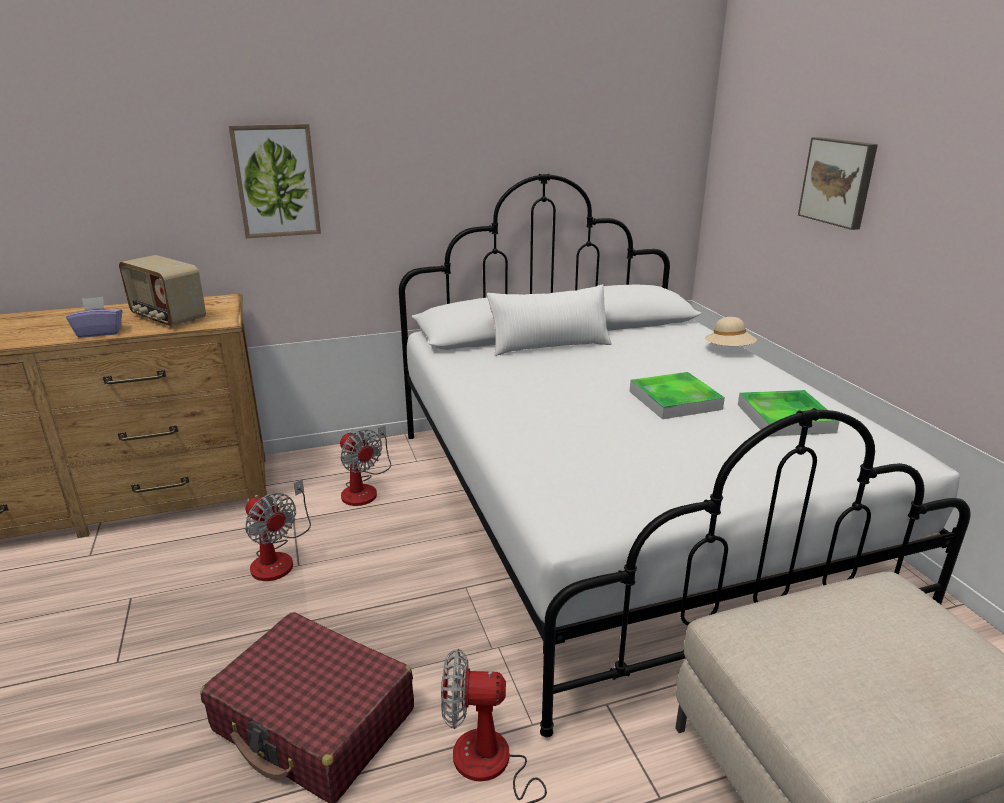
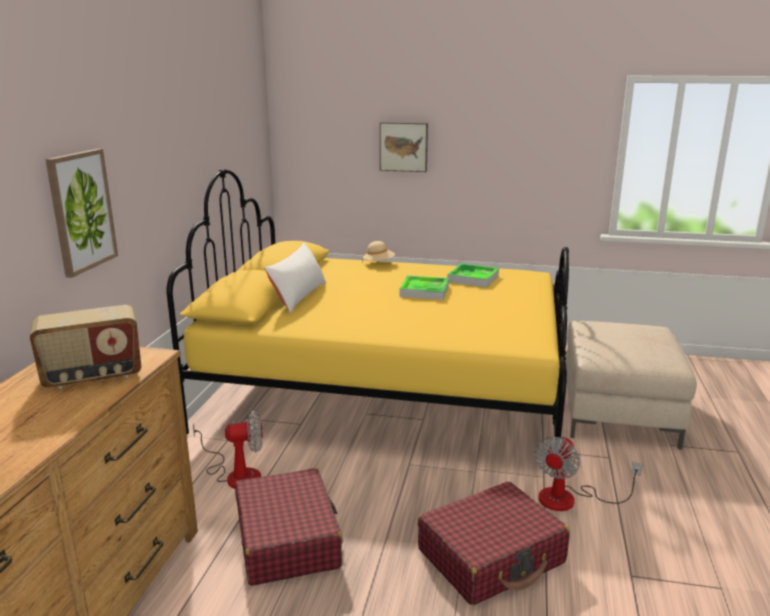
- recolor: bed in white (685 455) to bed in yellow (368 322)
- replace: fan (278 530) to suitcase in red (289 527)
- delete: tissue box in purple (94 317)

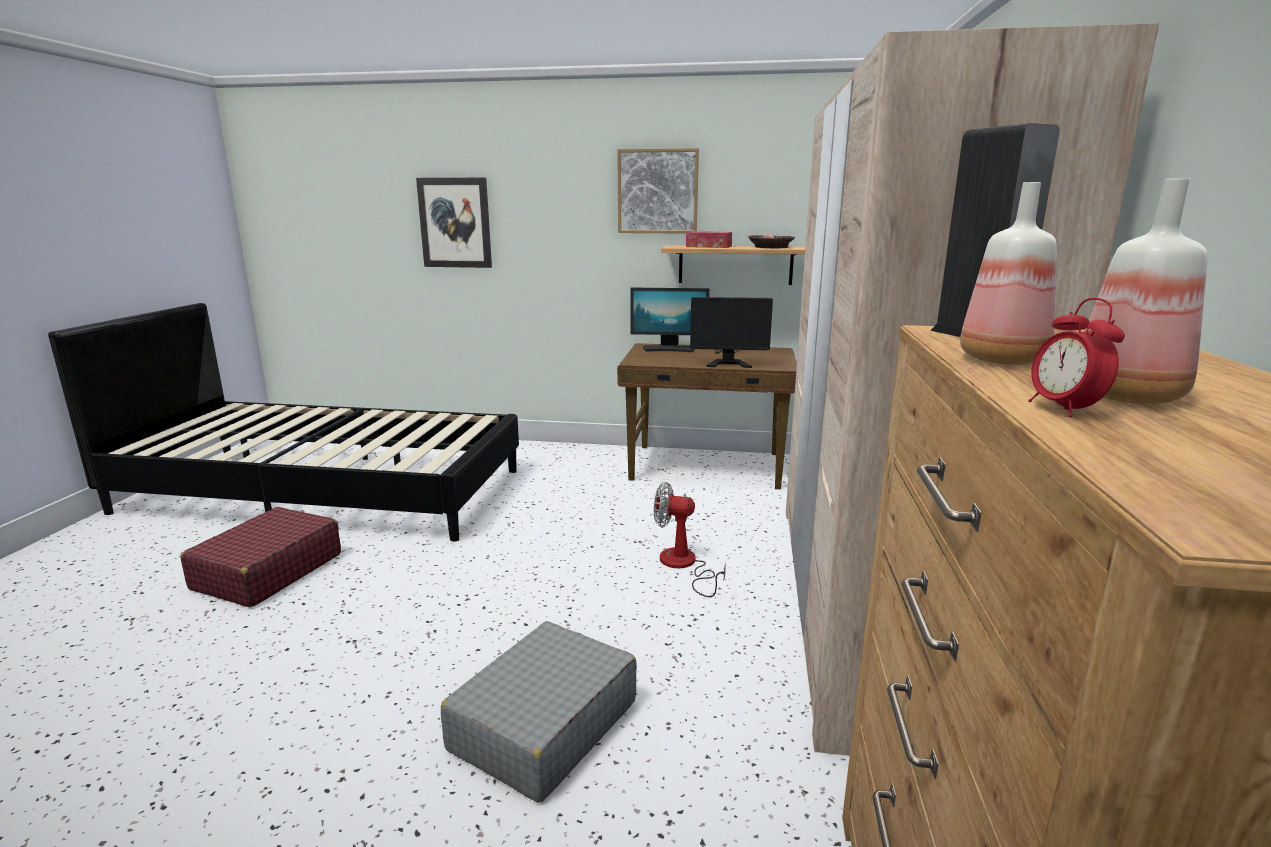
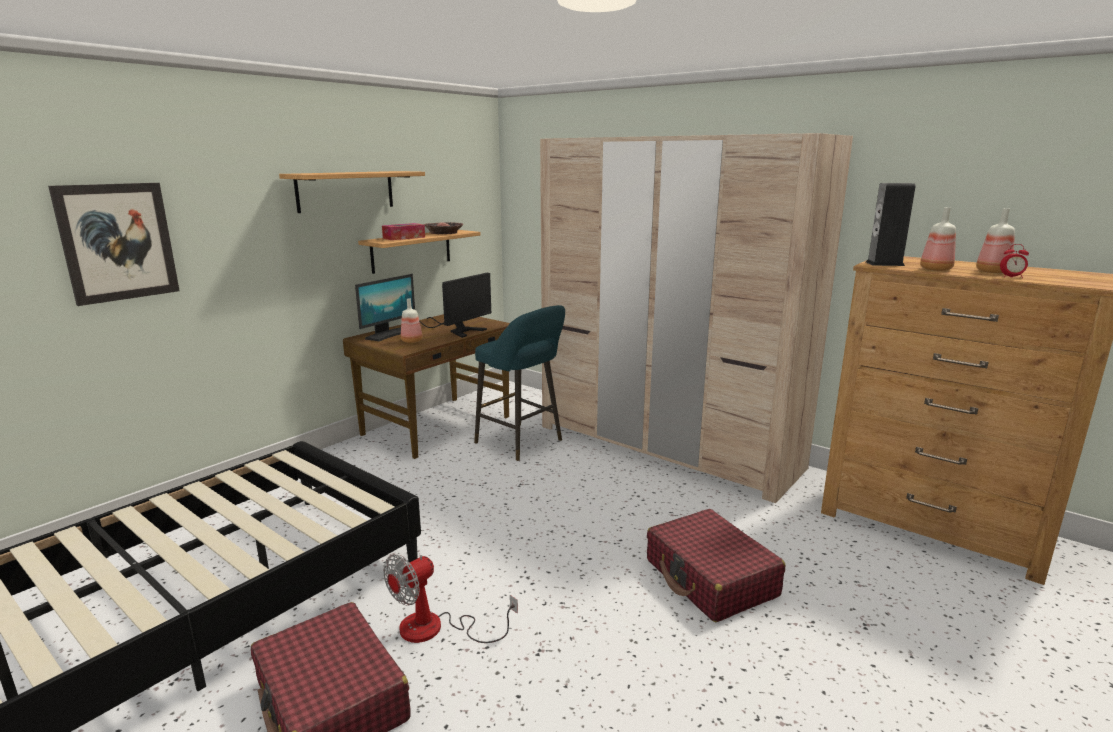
- replace: picture (658 191) to shelf (352 192)
- move: fan (690 539) to (450 598)
- insert: bottle (411 321)
- insert: stool in turquoise (519 383)
- recolor: suitcase in grey (539 712) to suitcase in red (716 565)

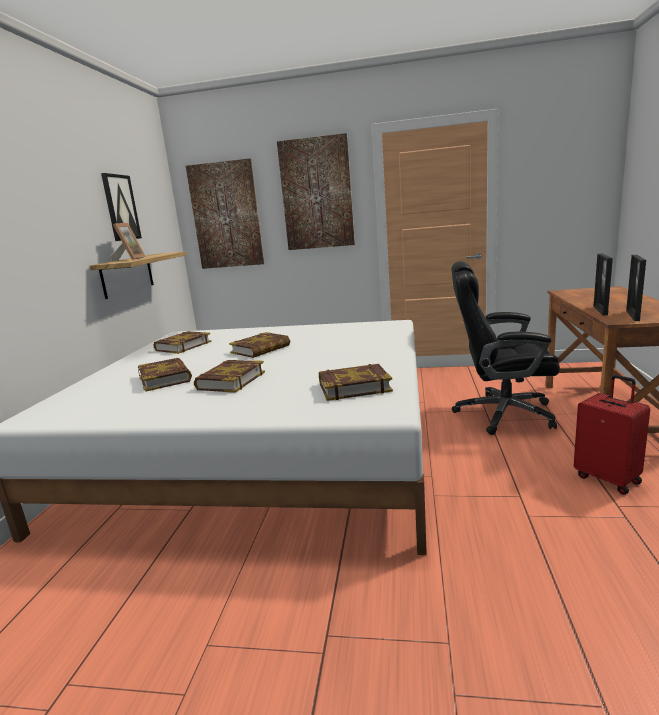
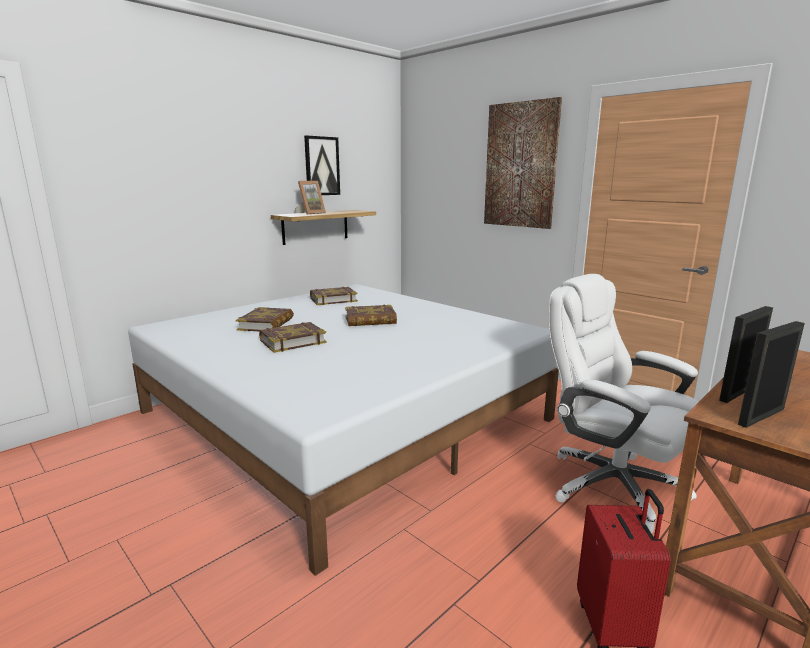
- recolor: office chair in black (506 348) to office chair in white (623 403)
- delete: picture (225 213)
- delete: book (356 382)

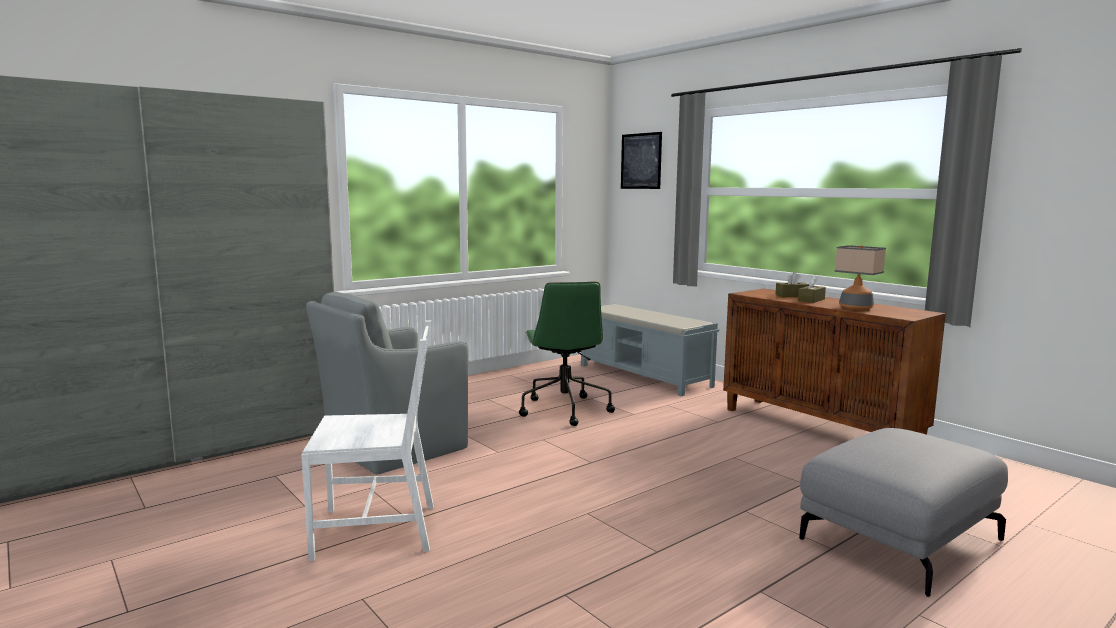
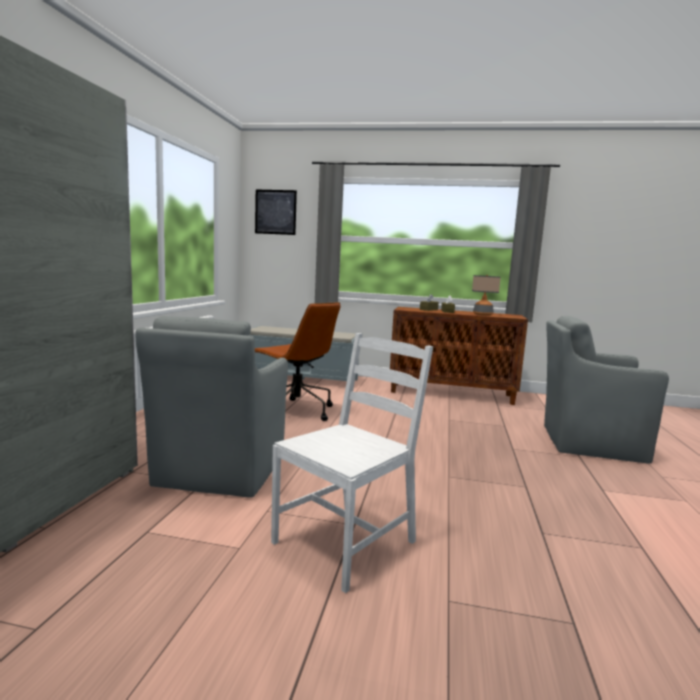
- recolor: office chair in green (567 354) to office chair in brown (297 361)
- replace: ottoman in grey (903 512) to armchair in grey (606 390)

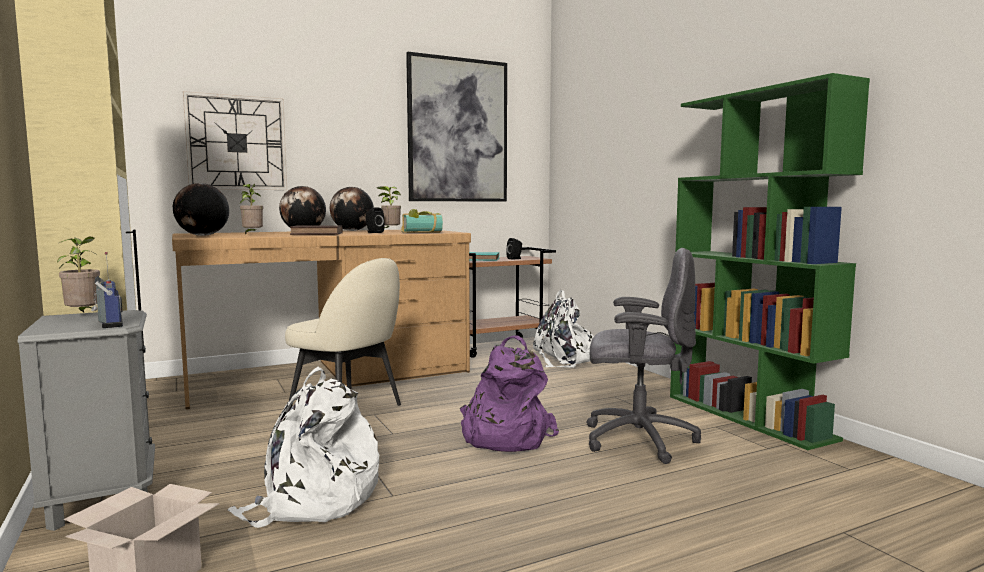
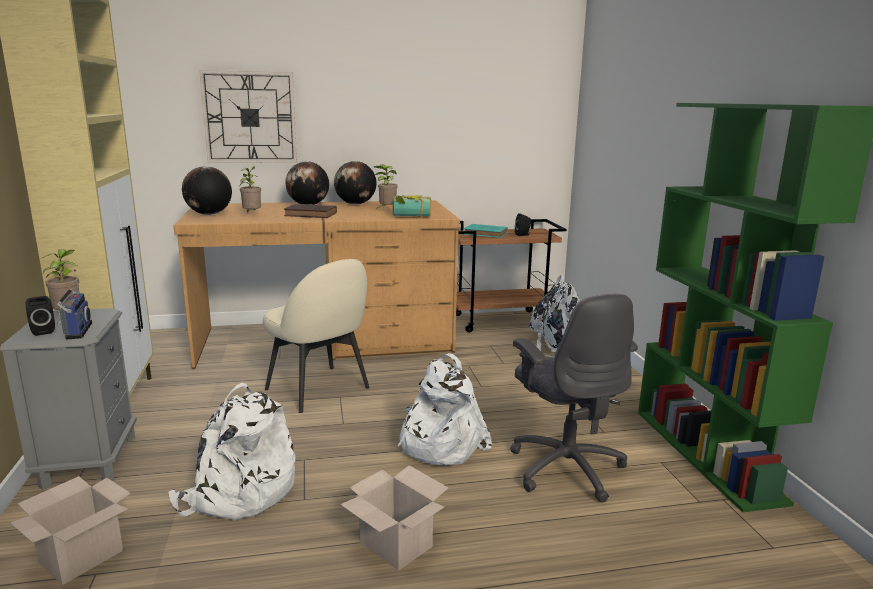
- move: speaker in black (375 220) to (40 316)
- insert: cardboard box (394 518)
- recolor: backpack in purple (509 393) to backpack in white (444 409)
- rotate: office chair in grey (643 356) = (574 398) 45 degrees clockwise
- delete: picture (456 127)

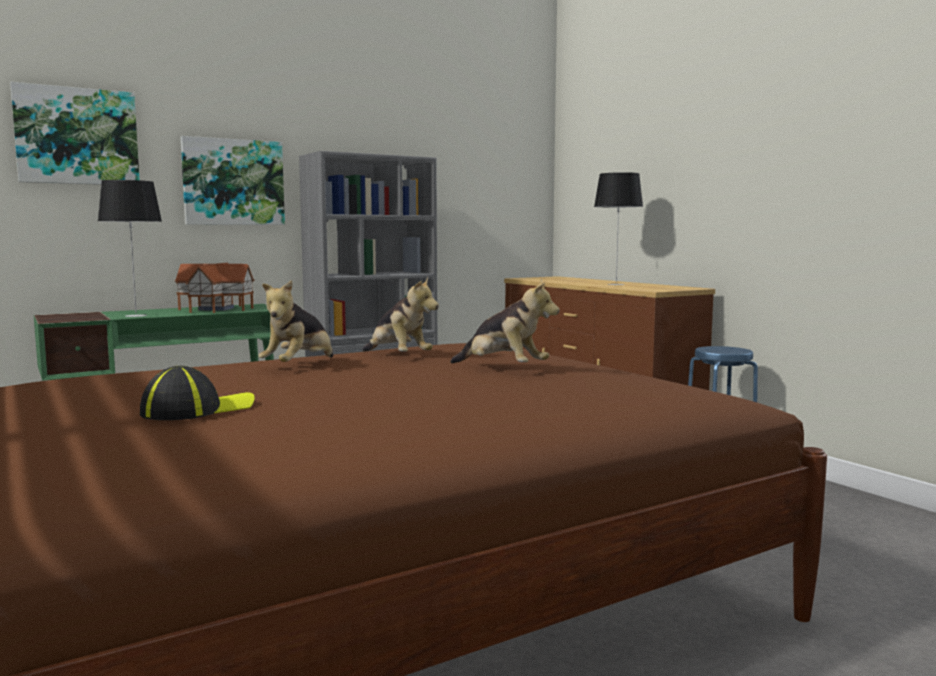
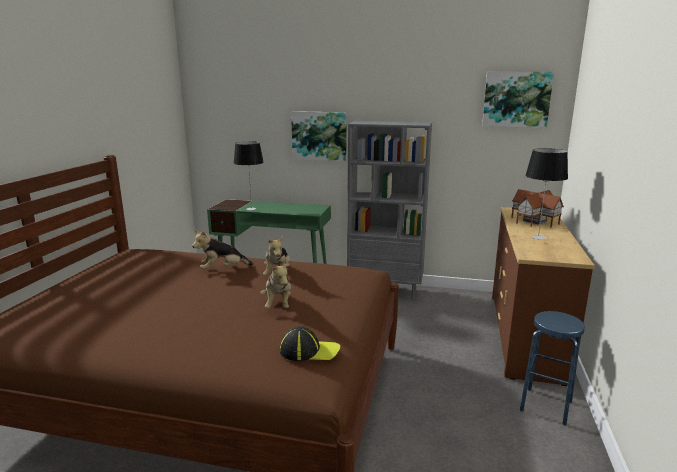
- move: cap (197 392) to (310 343)
- move: picture (74 133) to (518 100)
- move: toy house (214 287) to (537 208)

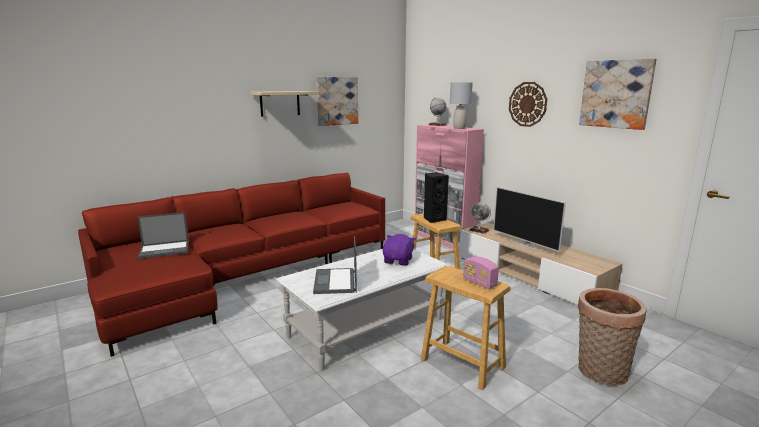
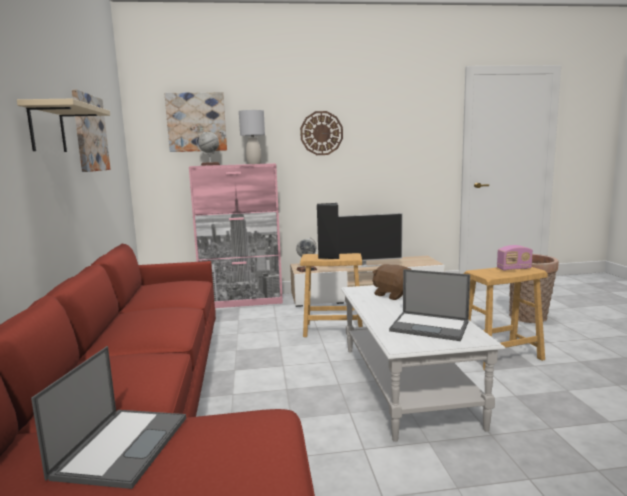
- move: picture (618 94) to (196 122)
- recolor: plush toy in purple (399 250) to plush toy in brown (392 282)

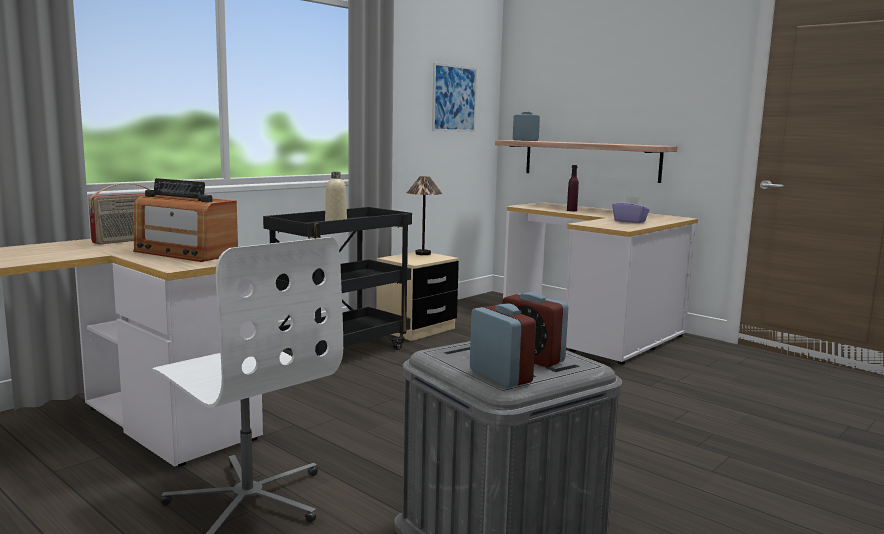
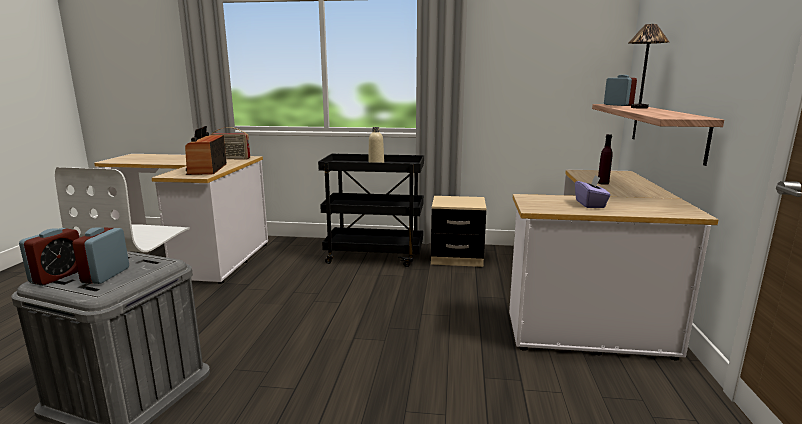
- move: table lamp (424 215) to (649 66)
- delete: picture (454 97)

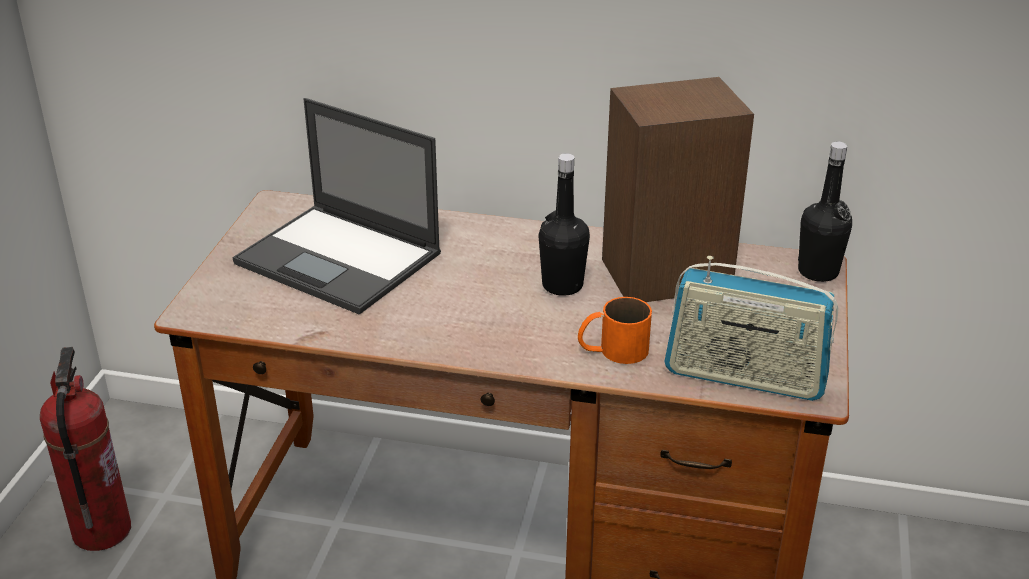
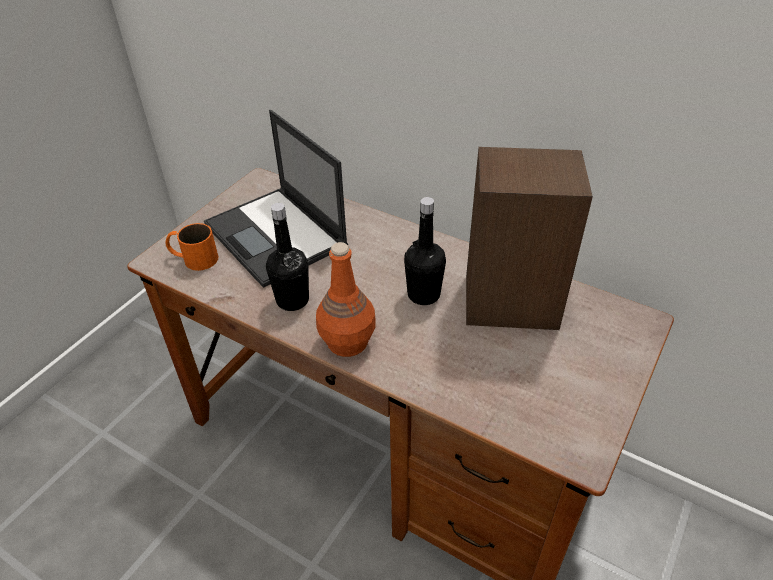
- move: mug in orange (615 330) to (192 247)
- move: bottle in black (825 211) to (287 257)
- insert: bottle in orange (346 299)
- delete: fire extinguisher (85 449)
- delete: radio (751 328)

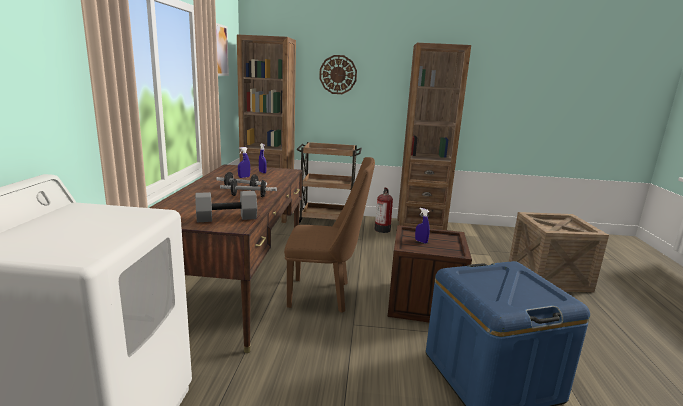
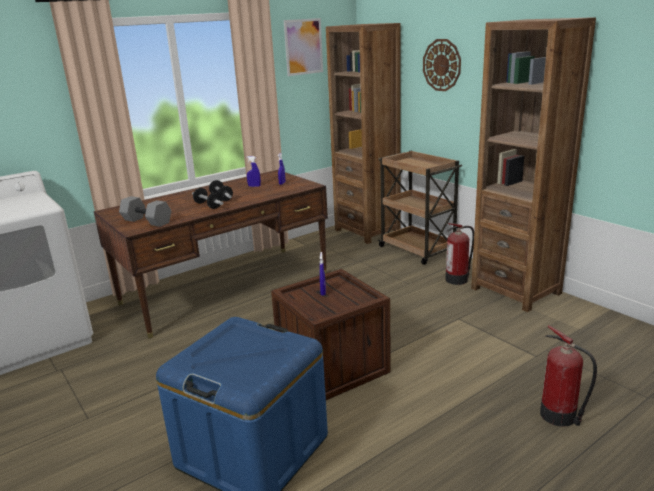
- replace: crate (559 252) to fire extinguisher (568 376)
- delete: chair in brown (329 235)

